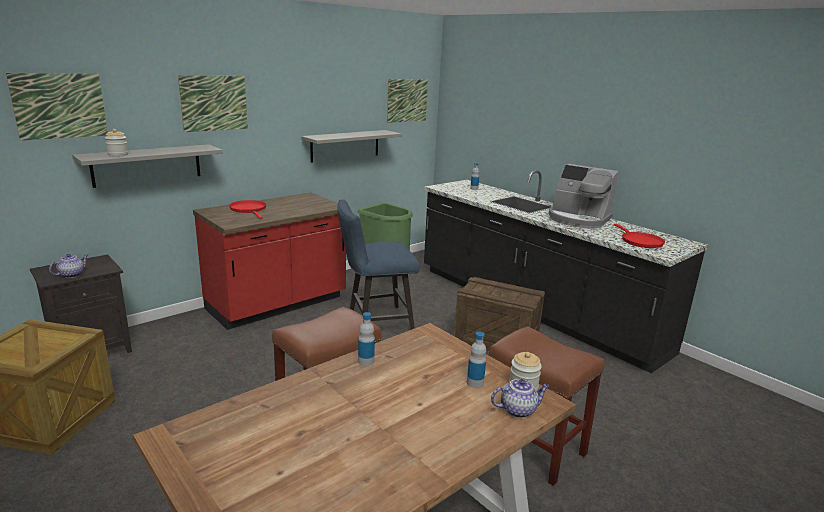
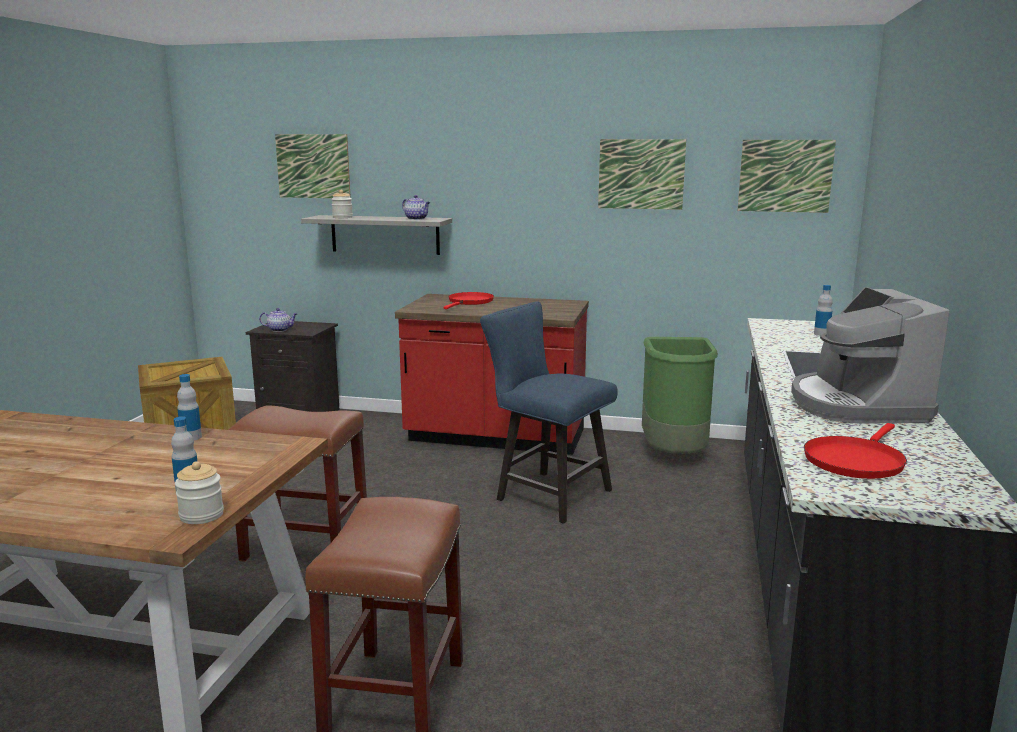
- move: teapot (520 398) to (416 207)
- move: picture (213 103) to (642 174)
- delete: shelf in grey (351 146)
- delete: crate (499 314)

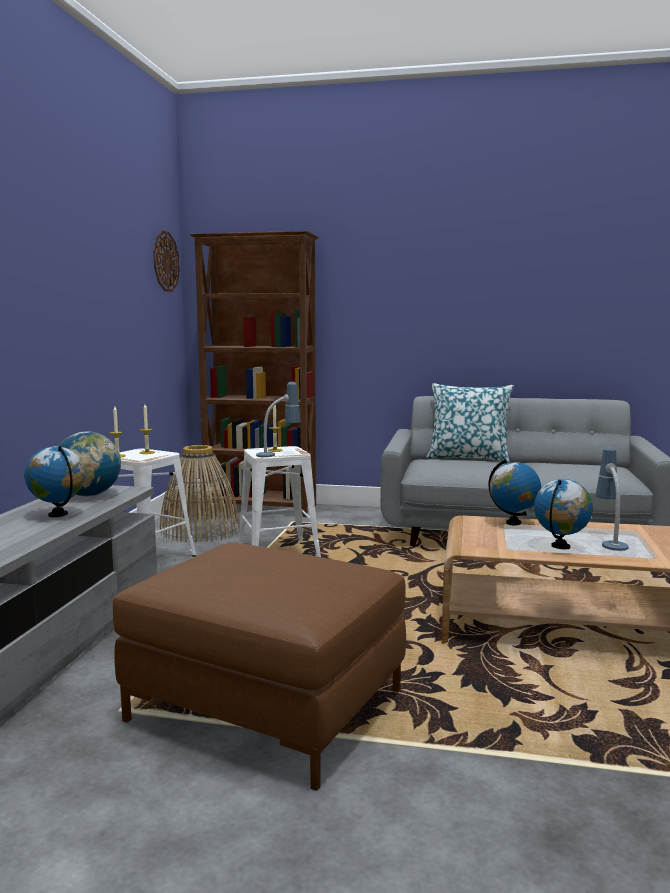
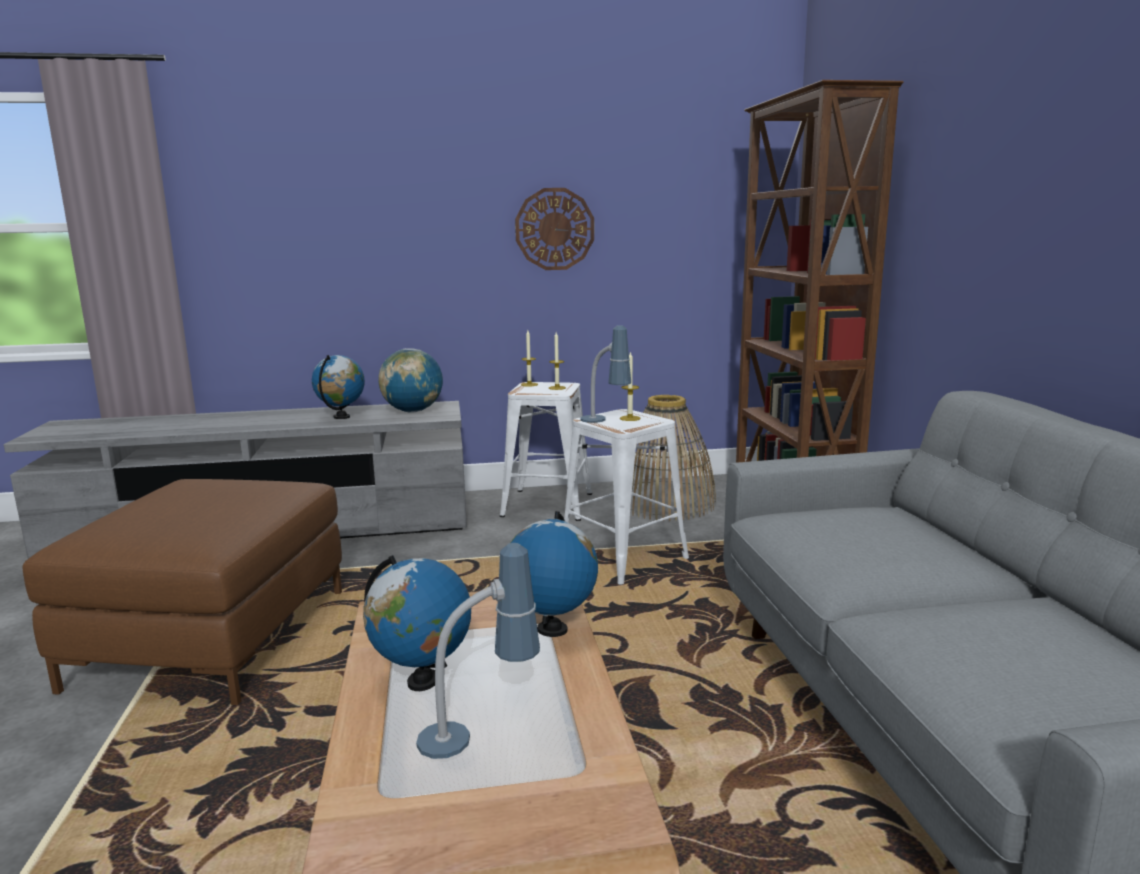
- move: wall clock (166 261) to (554 229)
- delete: pillow (470 423)

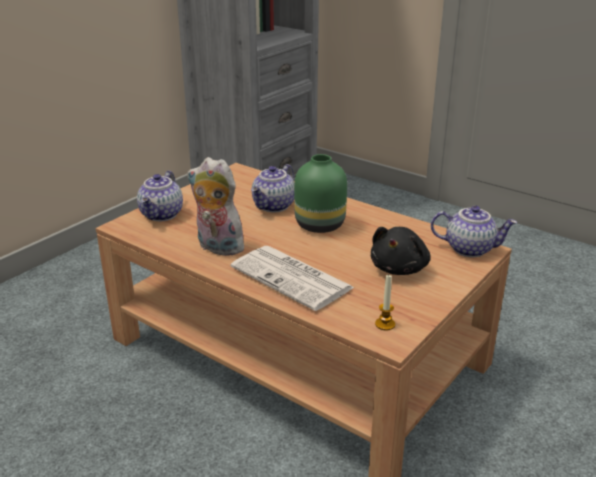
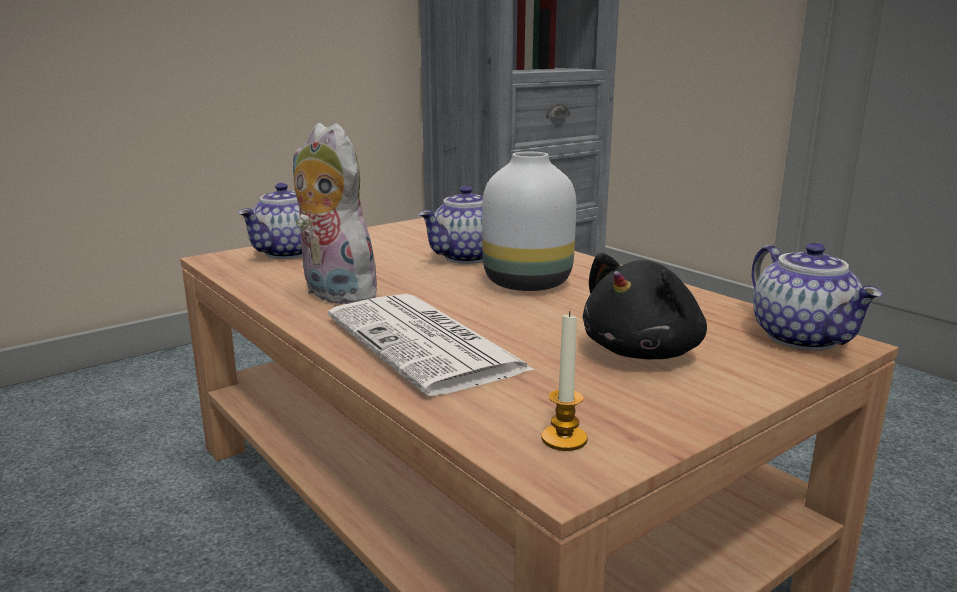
- recolor: vase in green (320 193) to vase in white (529 221)
- rotate: teapot (474 231) = (817 297) 45 degrees clockwise

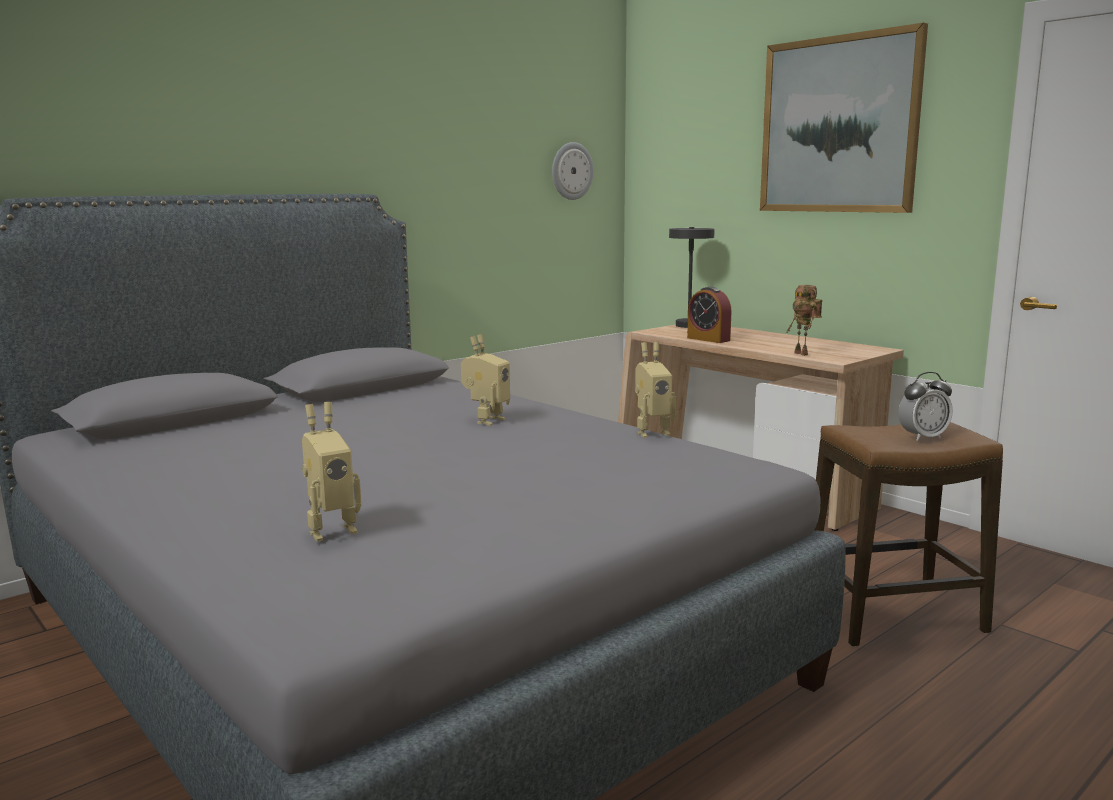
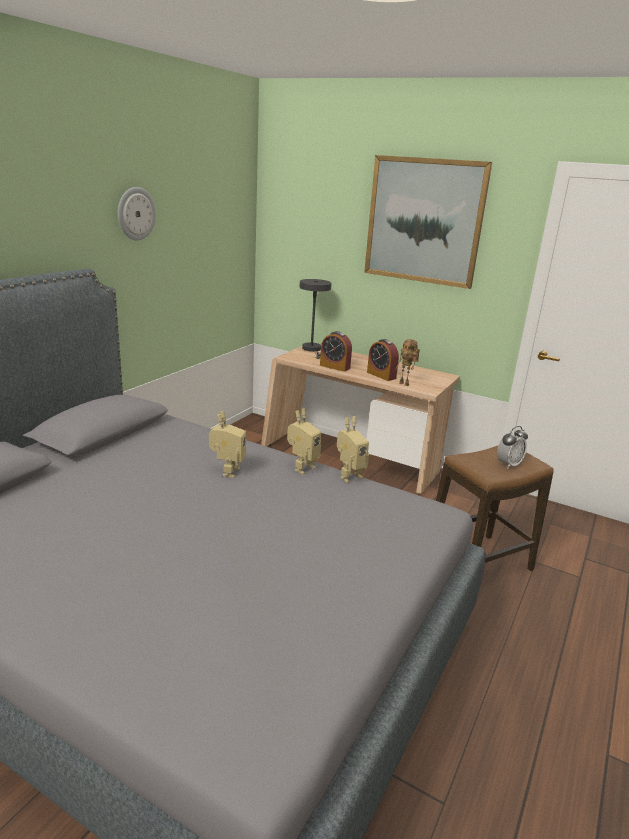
- move: wall clock (572 171) to (137 213)
- move: toy robot (332 472) to (304 441)
- insert: alarm clock (383 360)

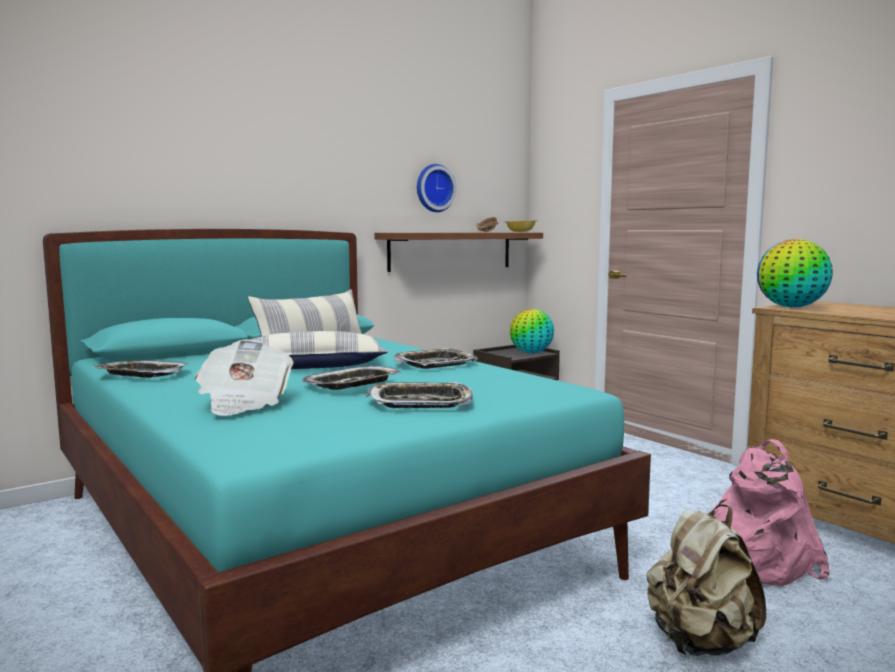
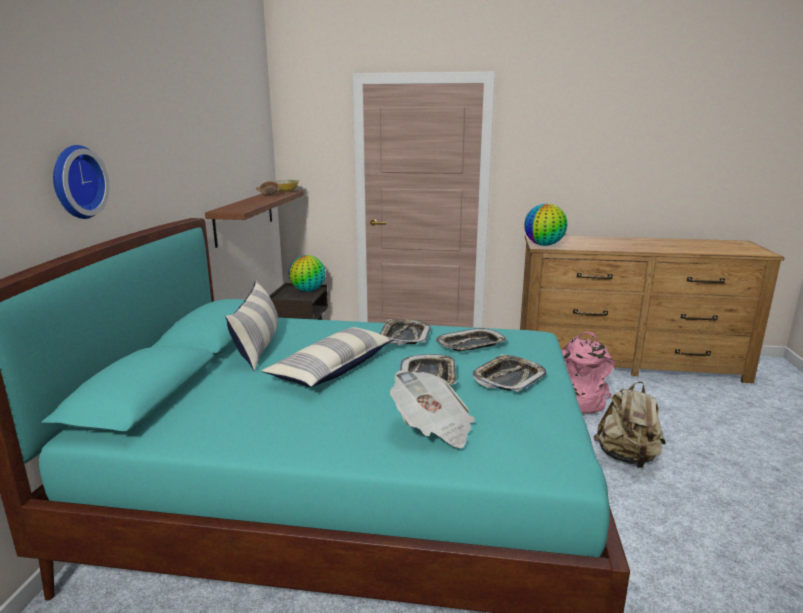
- move: wall clock (436 188) to (81 182)
- move: tray (141 369) to (471 339)

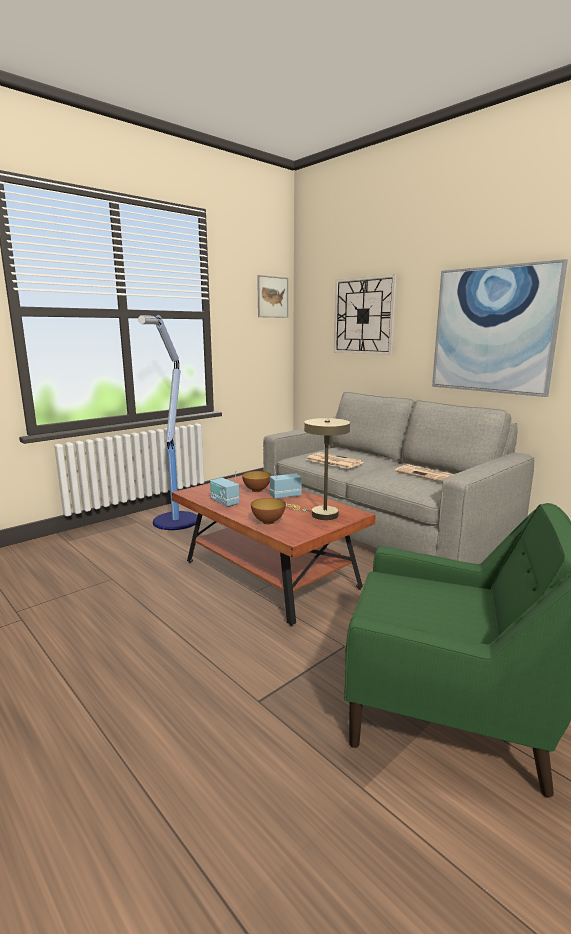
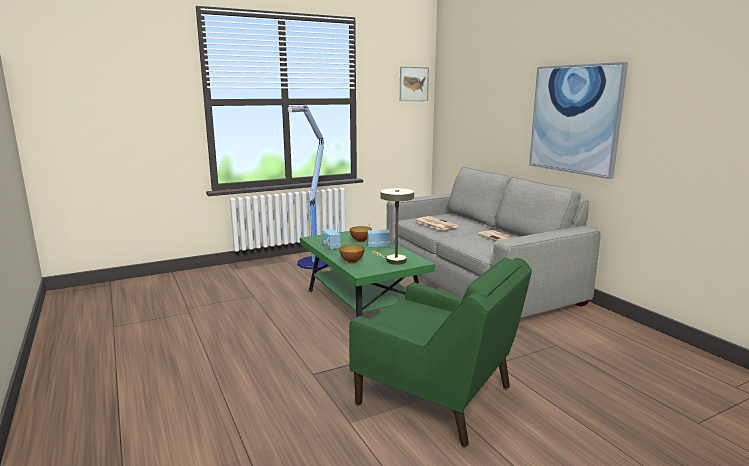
- recolor: coffee table in brown (274 551) to coffee table in green (367 274)
- delete: wall clock (365 314)

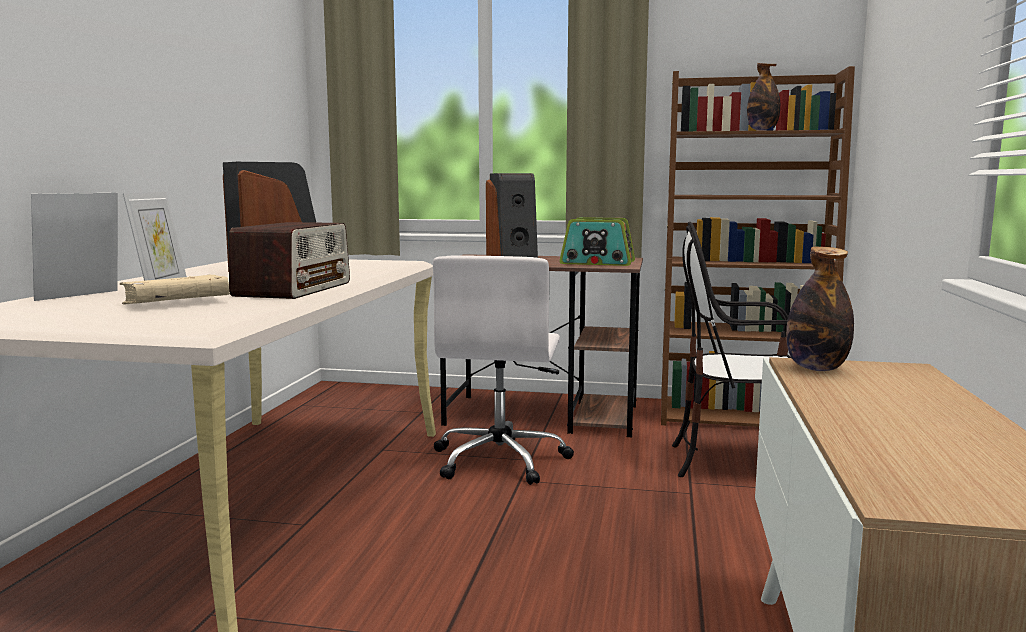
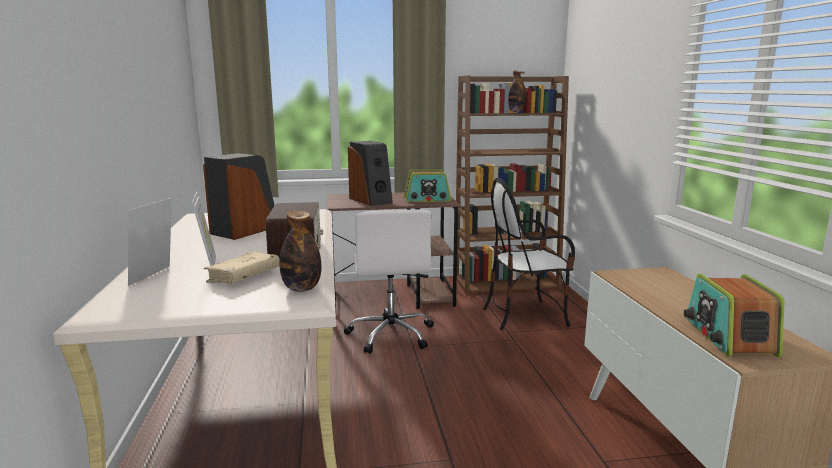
- move: bottle (820 309) to (300 251)
- insert: radio (734 315)

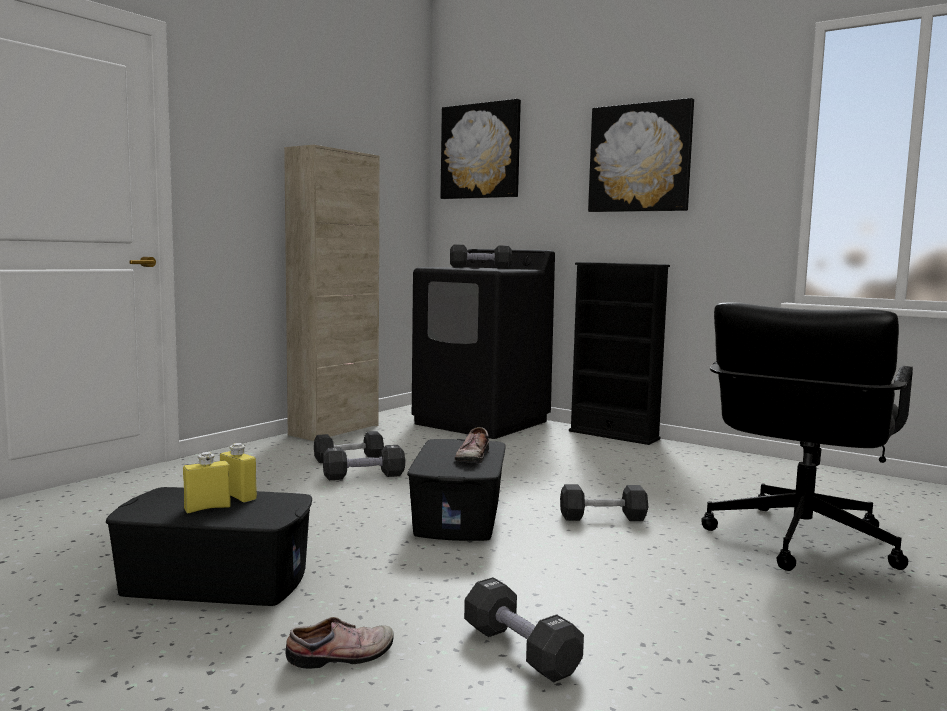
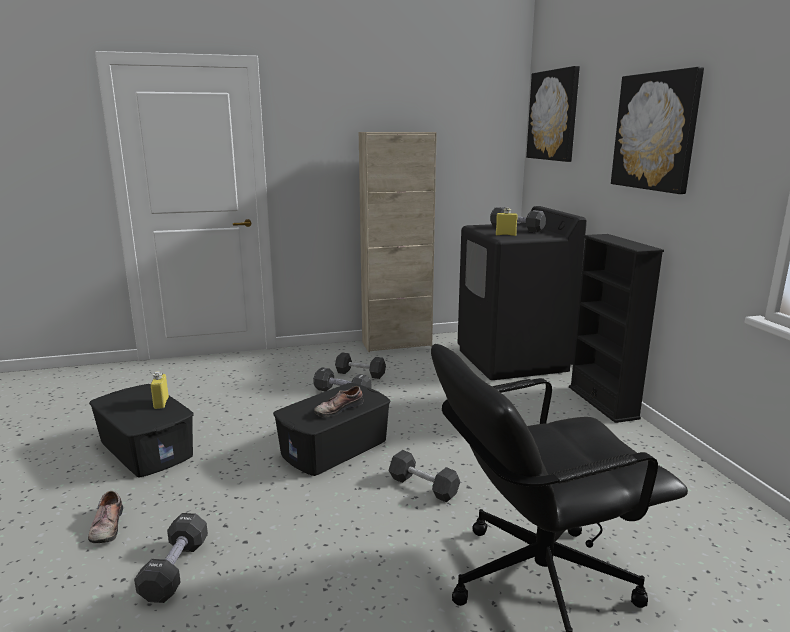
- rotate: shoe (339 643) = (105 517) 60 degrees clockwise
- move: bottle in yellow (207 482) to (506 222)

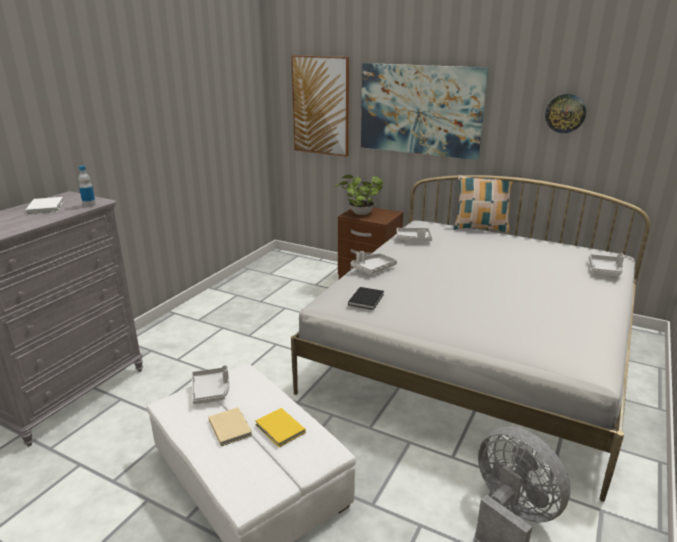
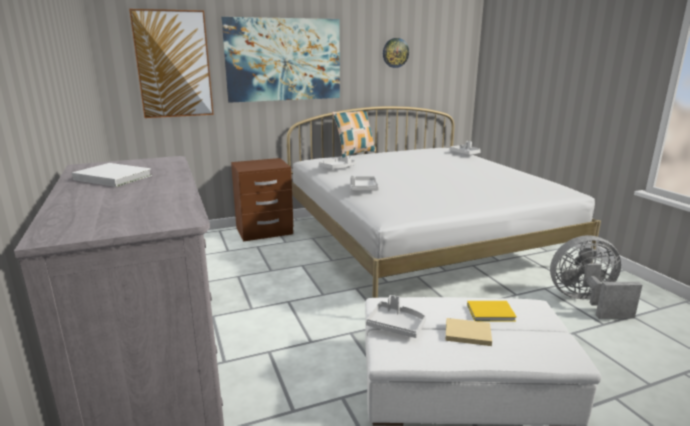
- delete: bottle (87 186)
- delete: potted plant (359 195)
- delete: book in black (366 298)

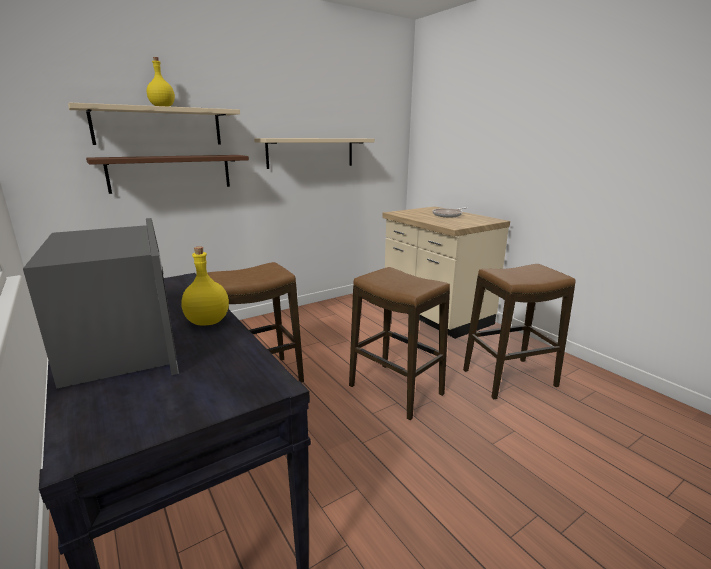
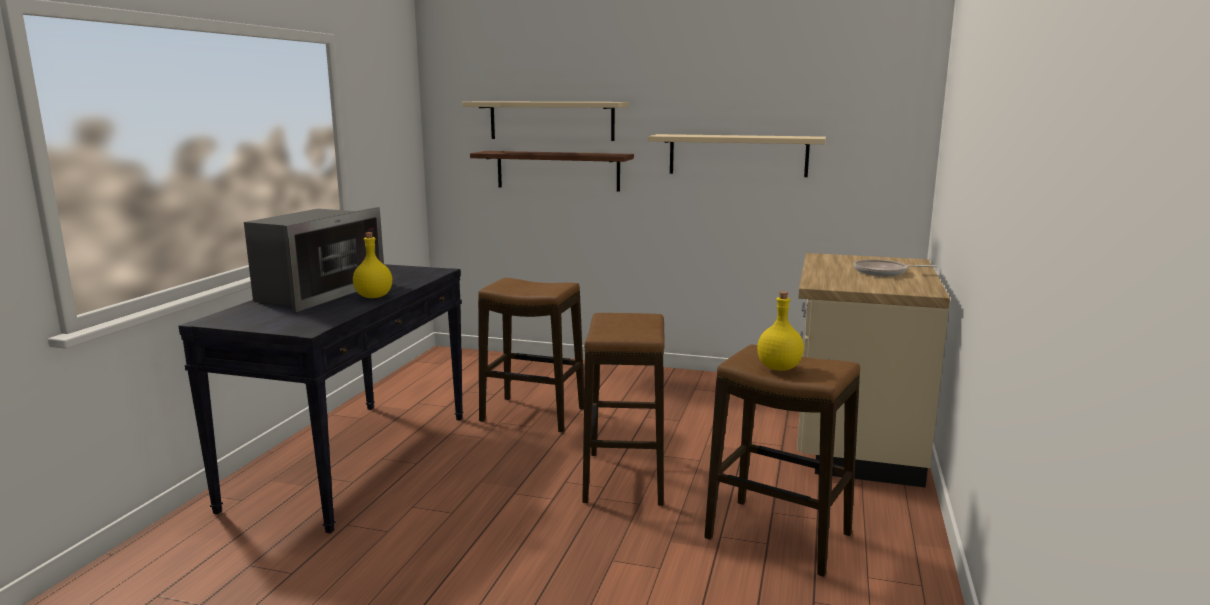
- move: bottle in yellow (161 82) to (780 331)

